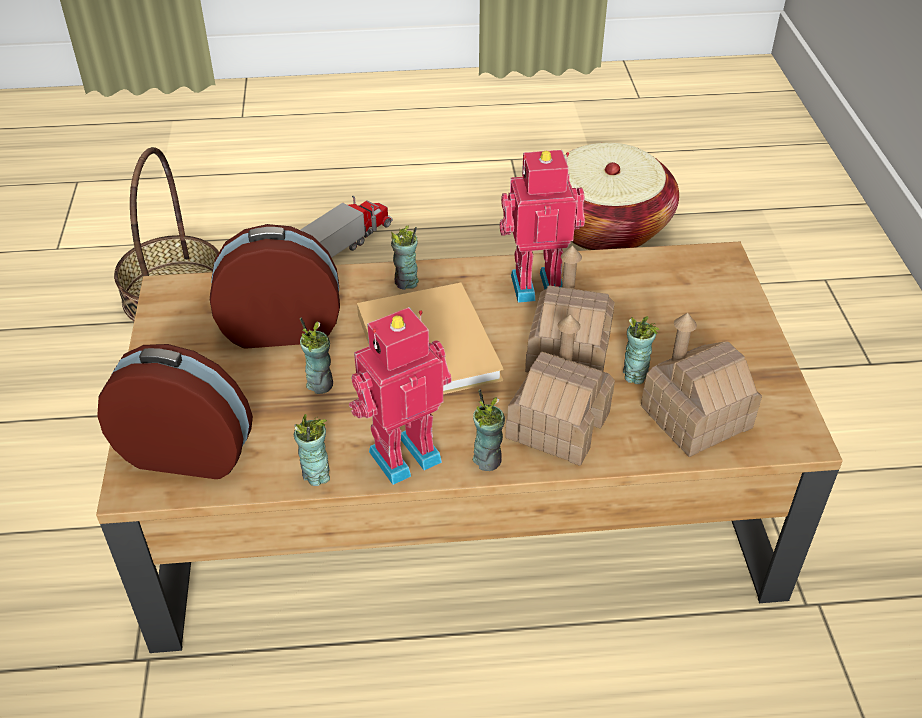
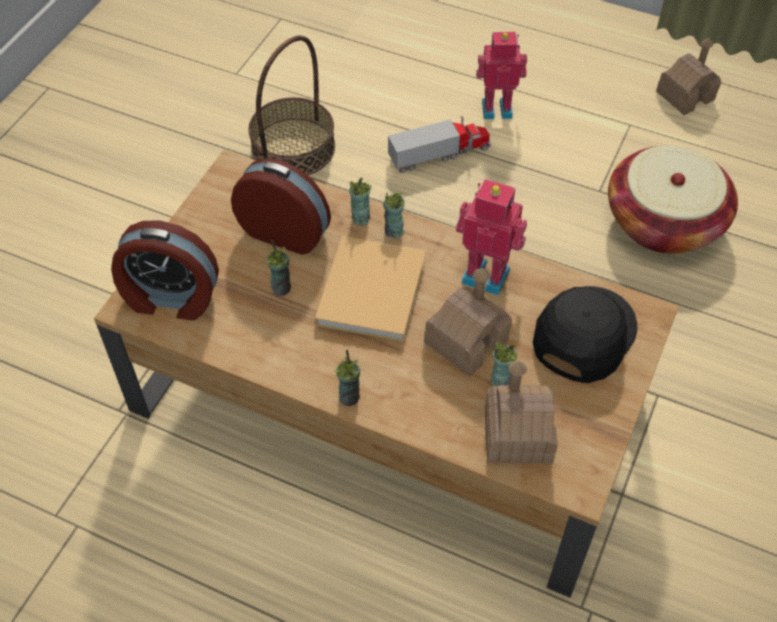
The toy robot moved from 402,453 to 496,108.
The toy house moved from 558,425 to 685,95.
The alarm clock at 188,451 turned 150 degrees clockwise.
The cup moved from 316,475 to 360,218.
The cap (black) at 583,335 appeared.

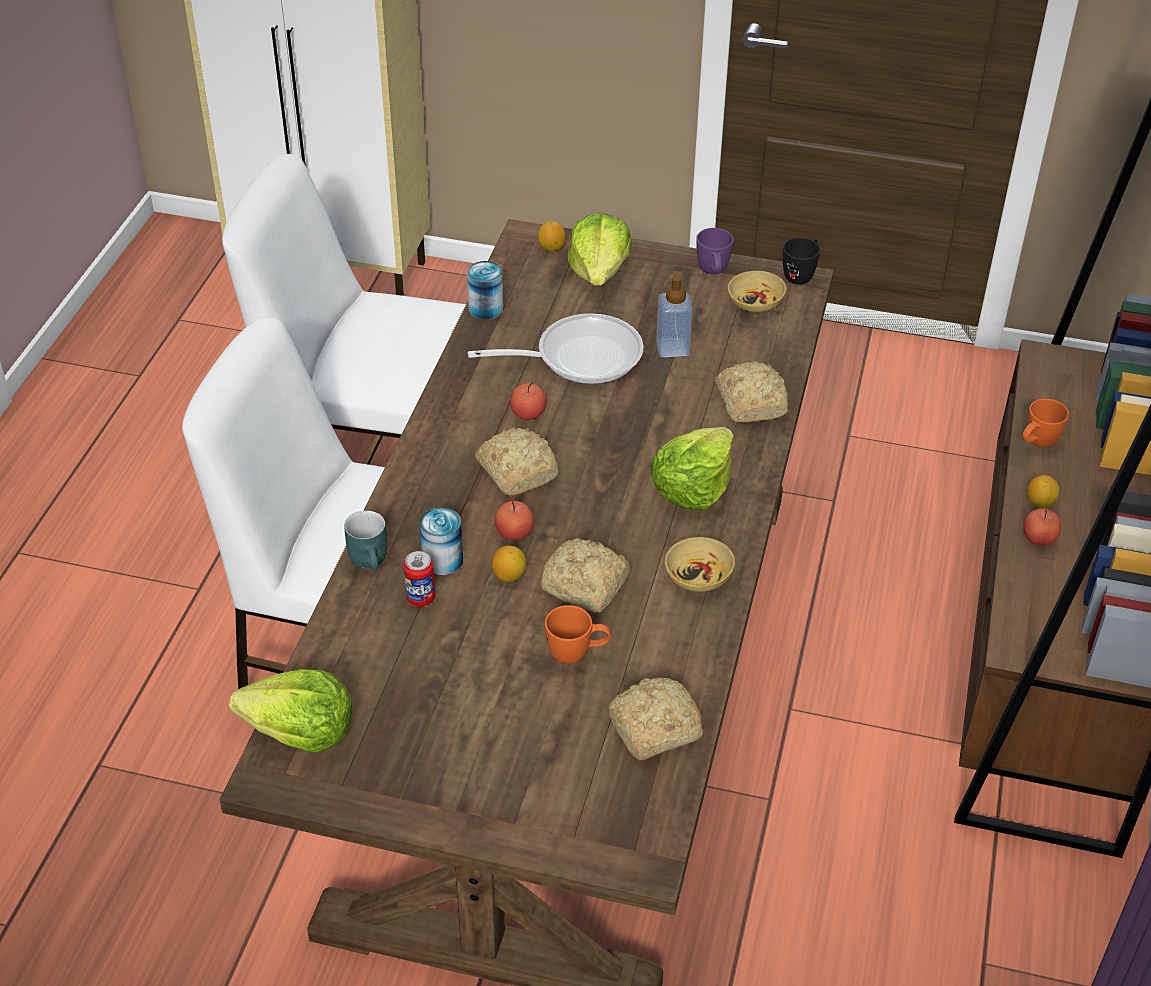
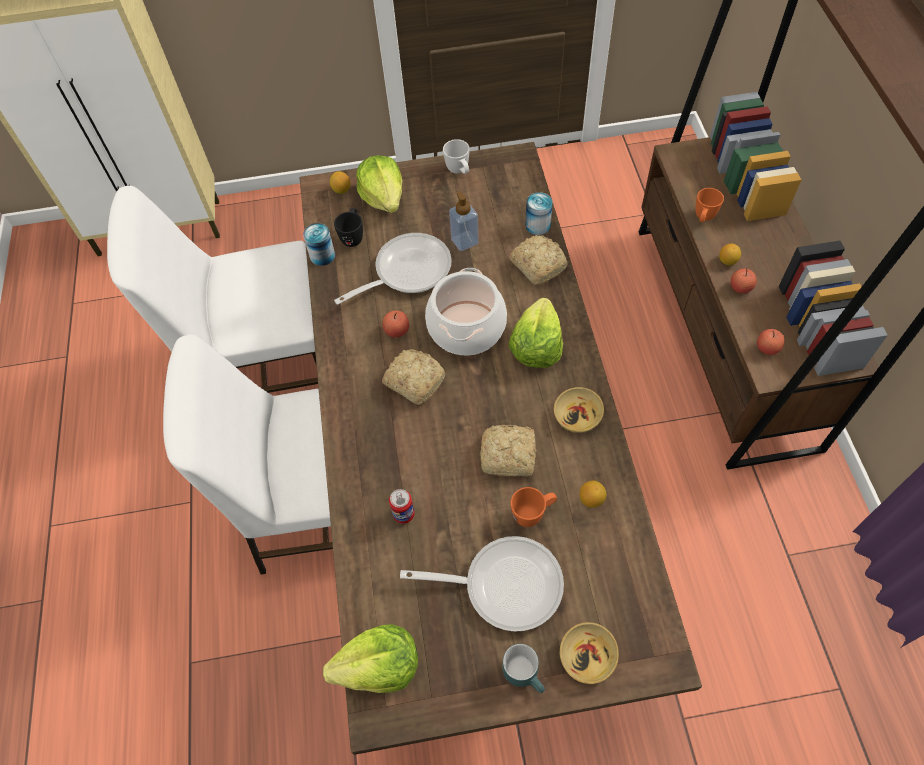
The mug (purple) at 713,273 became the mug (white) at 459,172.
The mug (black) moved from 801,275 to 353,237.
The bowl (beige) moved from 756,302 to 588,656.
The apple moved from 514,533 to 767,348.
The can moved from 442,560 to 538,225.
The mug (turquoise) moved from 372,560 to 525,673.
The lemon moved from 509,575 to 591,499.
The bread at 651,729 disappeared.
The cooking pot at 466,327 appeared.
The frying pan at 504,584 appeared.

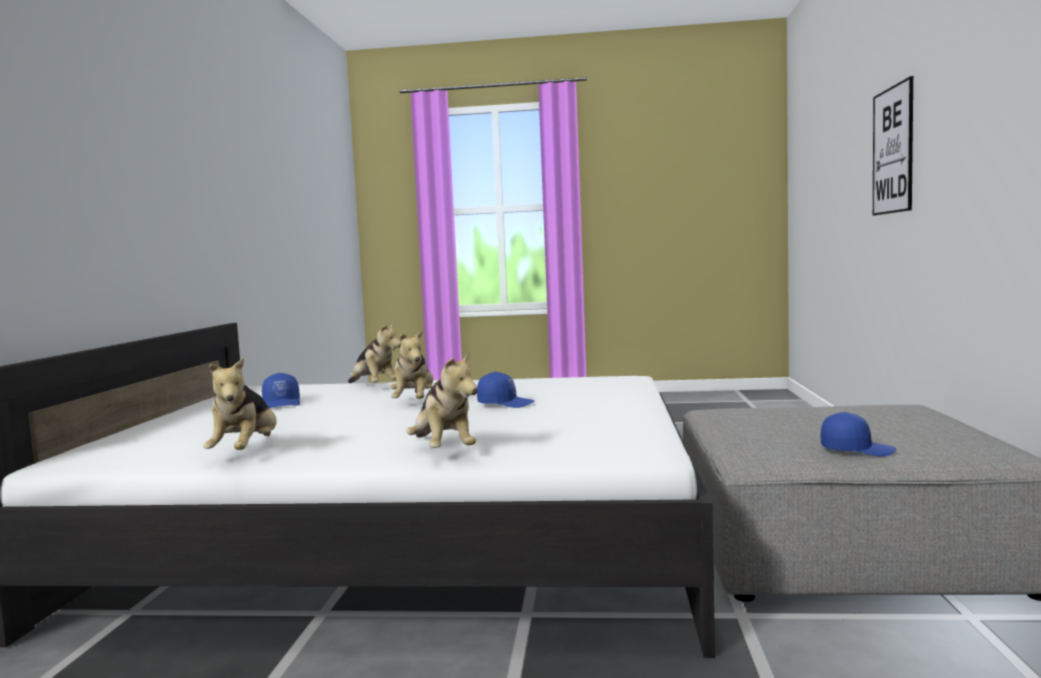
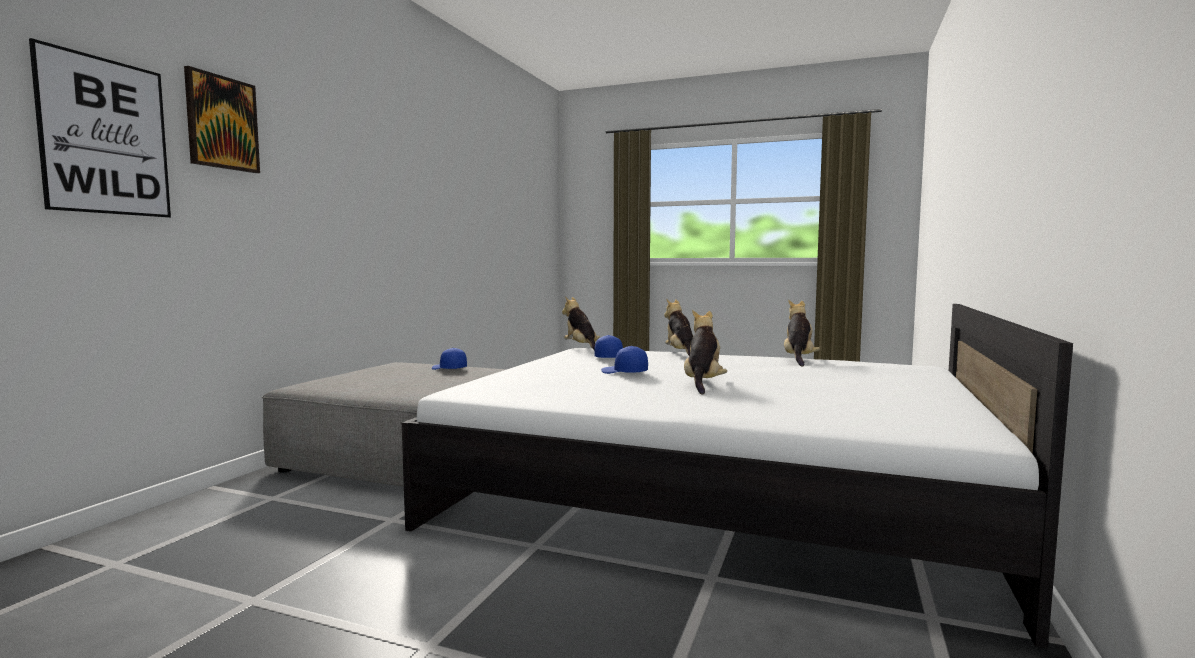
The plush toy moved from 374,386 to 582,348.
The cap (blue) moved from 282,403 to 607,358.
The picture at 222,123 appeared.

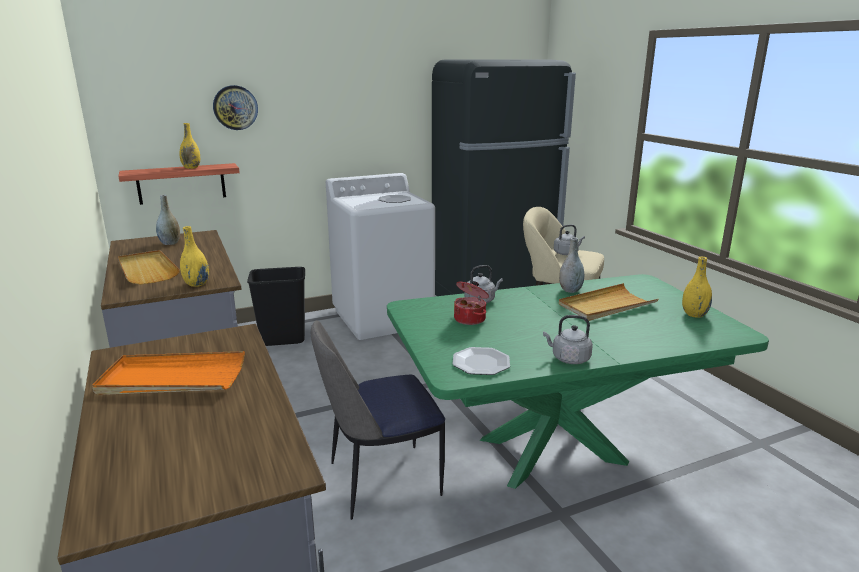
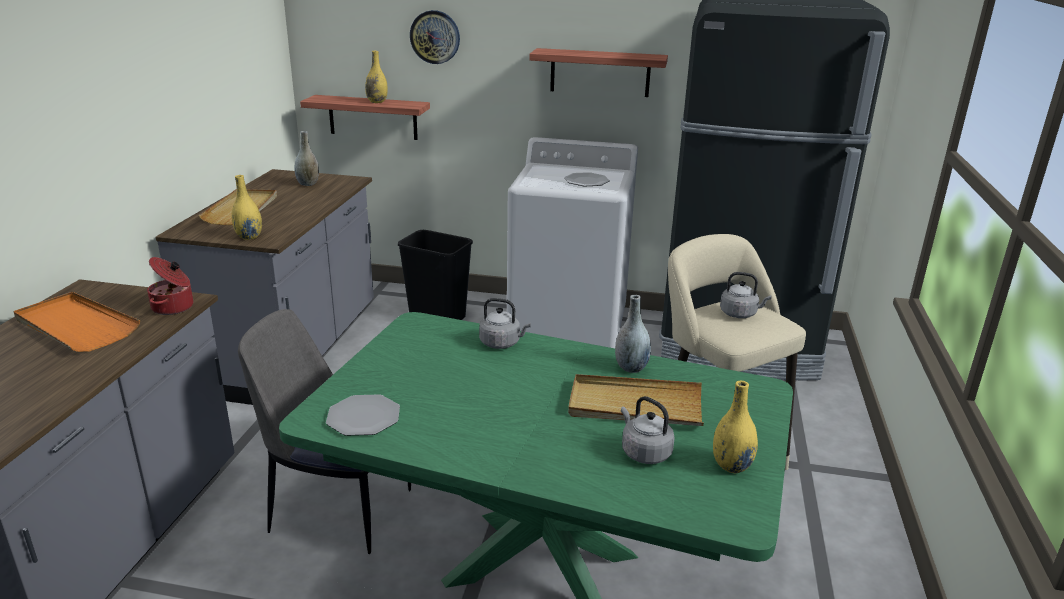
The cooking pot moved from 470,319 to 174,307.
The kettle (grey) moved from 568,358 to 644,452.
The shelf at 600,72 appeared.

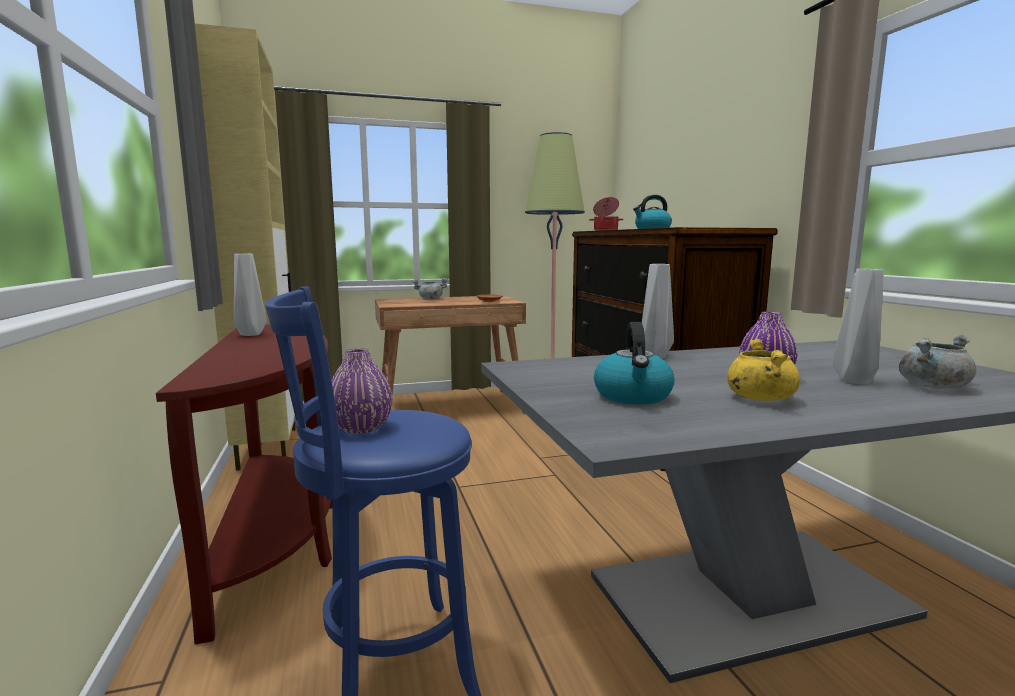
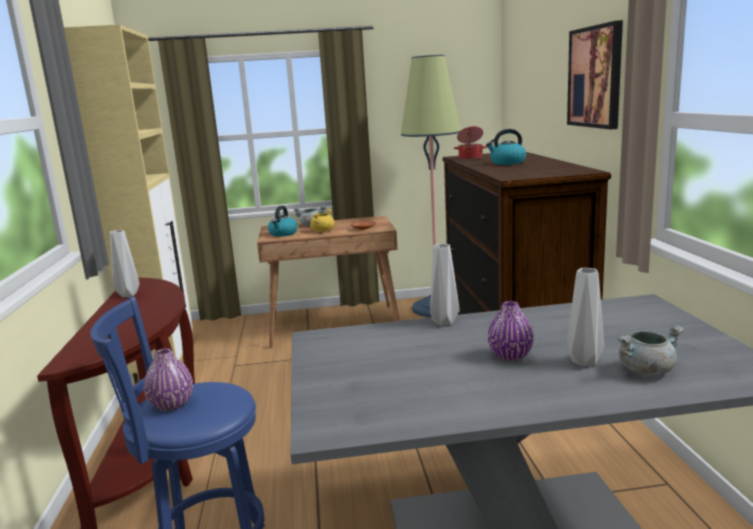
The kettle moved from 633,396 to 283,234.
The cooking pot (yellow) moved from 759,398 to 322,231.
The picture at 595,77 appeared.

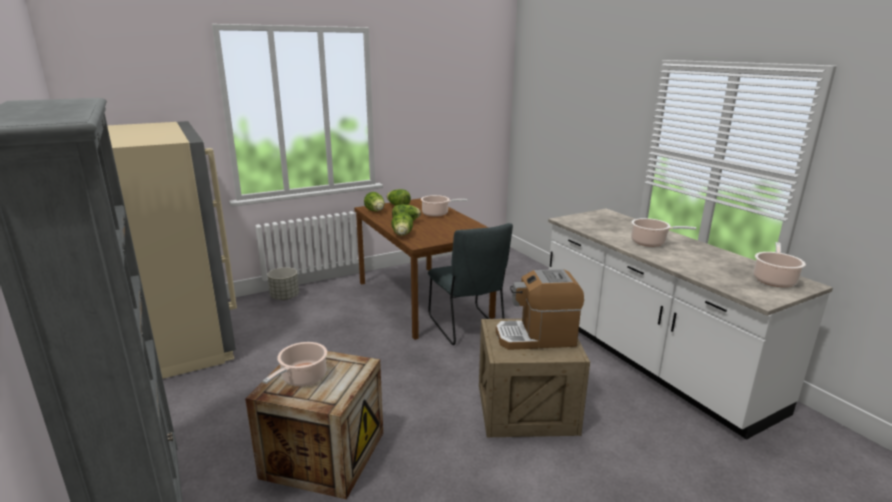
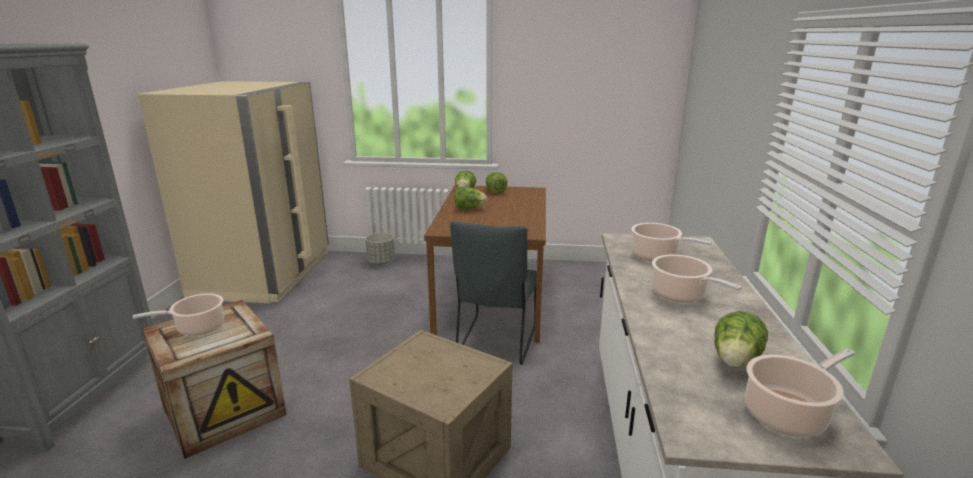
The cooking pot moved from 437,214 to 656,256.
The lettuce moved from 402,235 to 735,361.
The coffee machine at 536,337 disappeared.

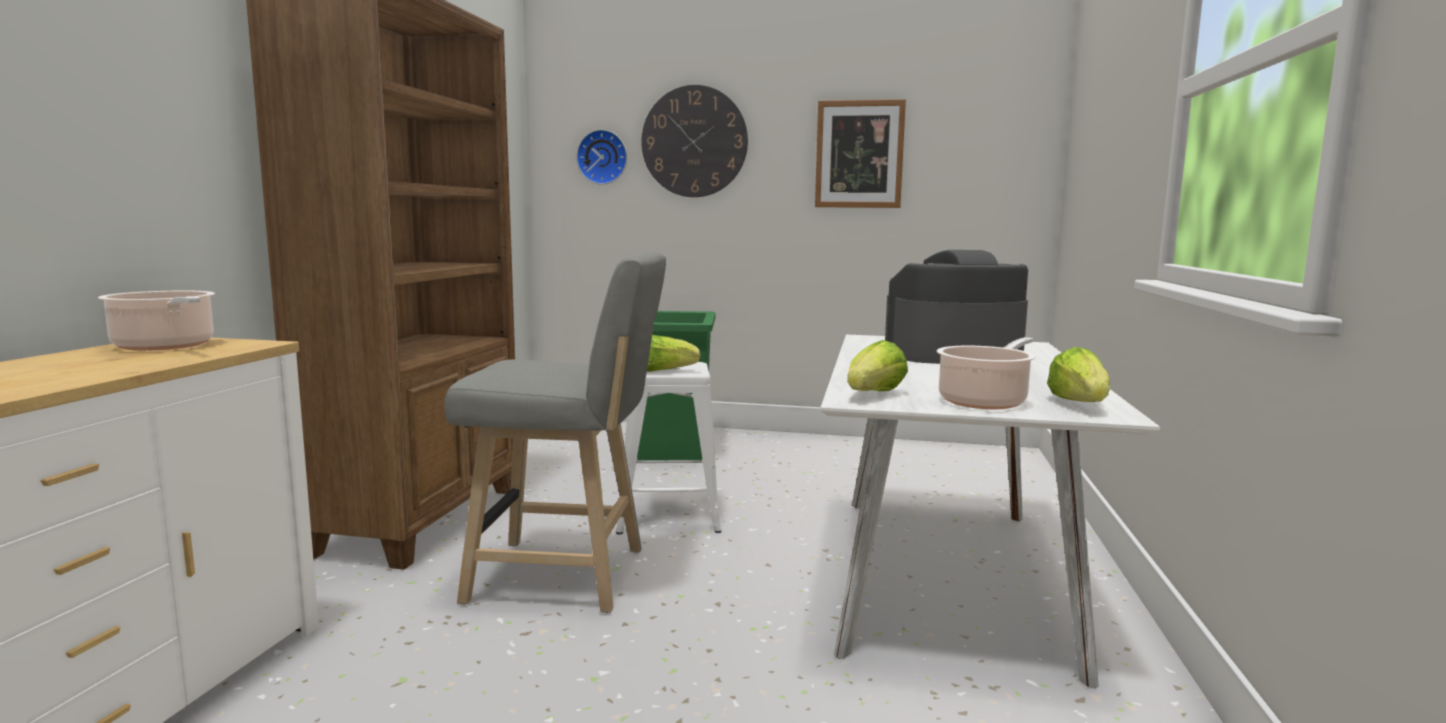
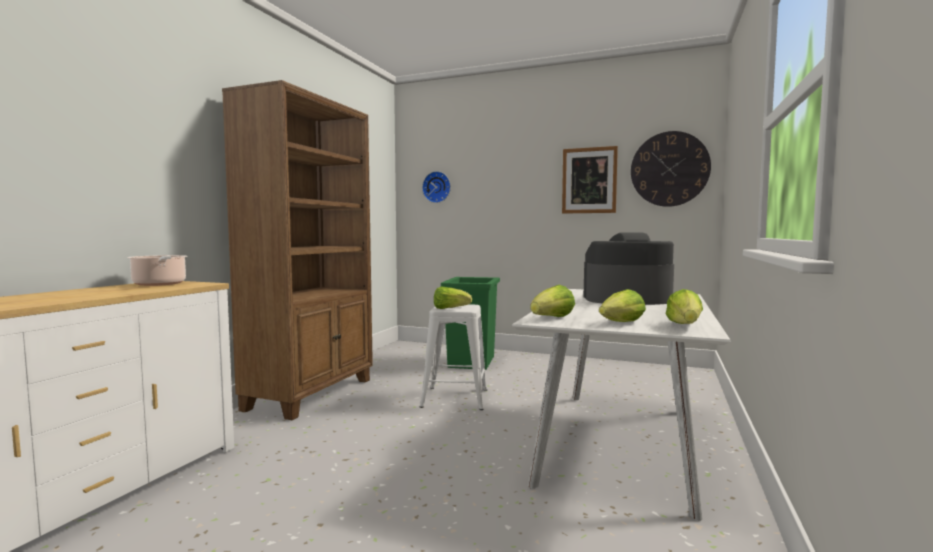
The wall clock moved from 694,142 to 669,169.
The stool (grey) at 568,576 disappeared.
The cooking pot at 985,401 was replaced by the lettuce at 621,323.

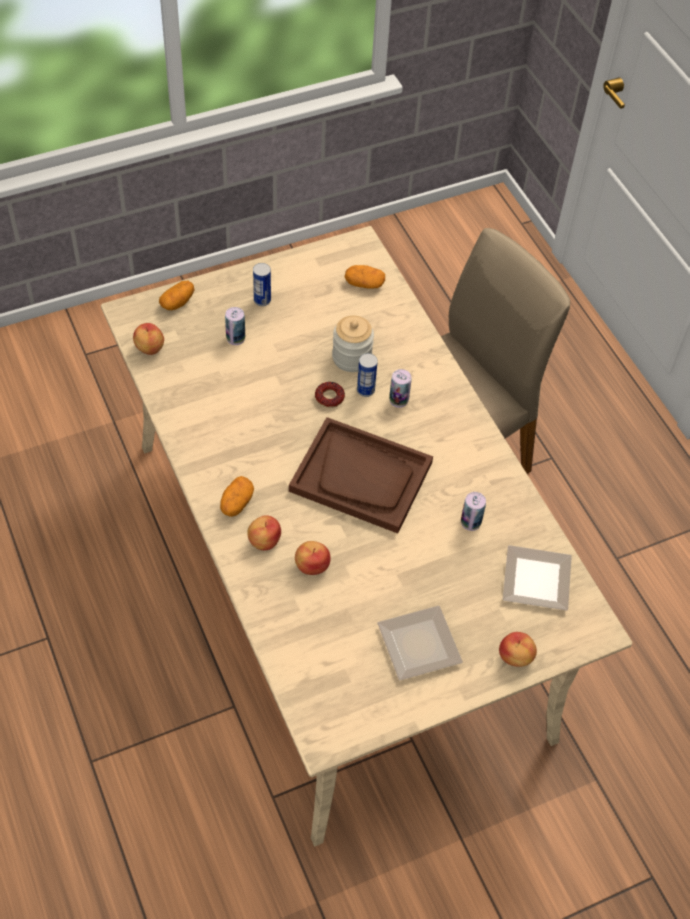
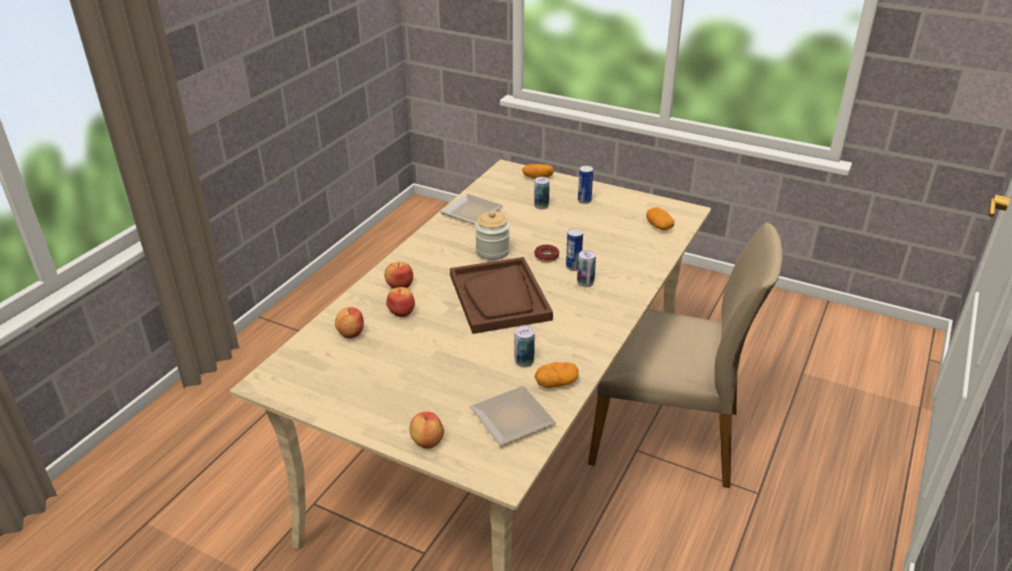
The jar moved from 352,357 to 492,251.
The apple moved from 149,348 to 350,333.
The potato moved from 236,503 to 556,383.
The plate moved from 422,646 to 472,213.

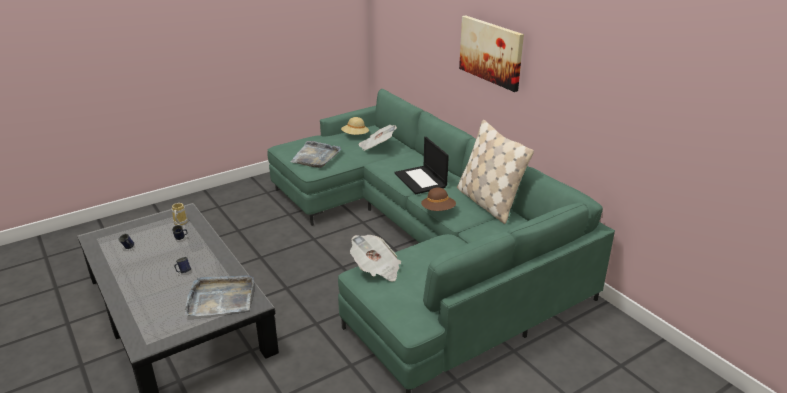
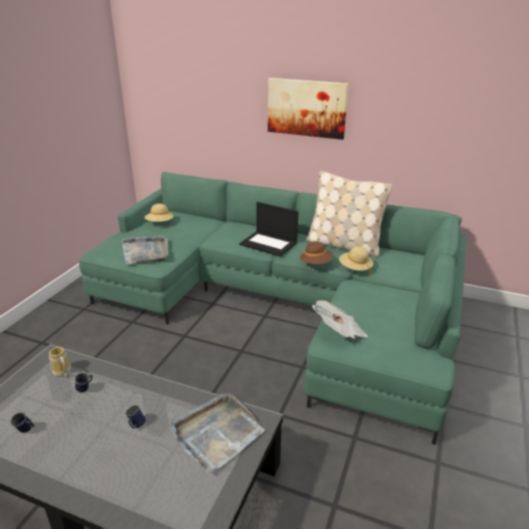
The newspaper at 376,146 disappeared.
The hat (beige) at 355,268 appeared.

